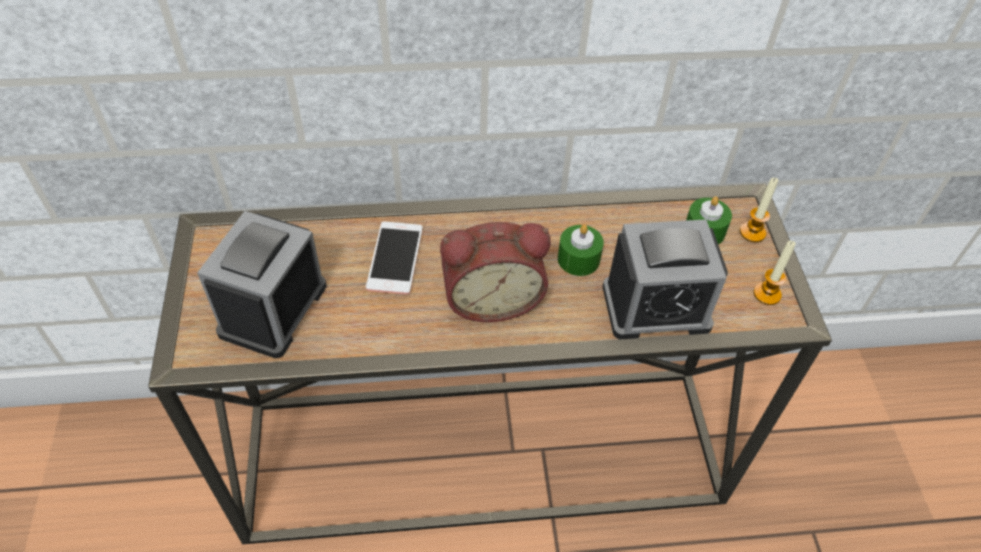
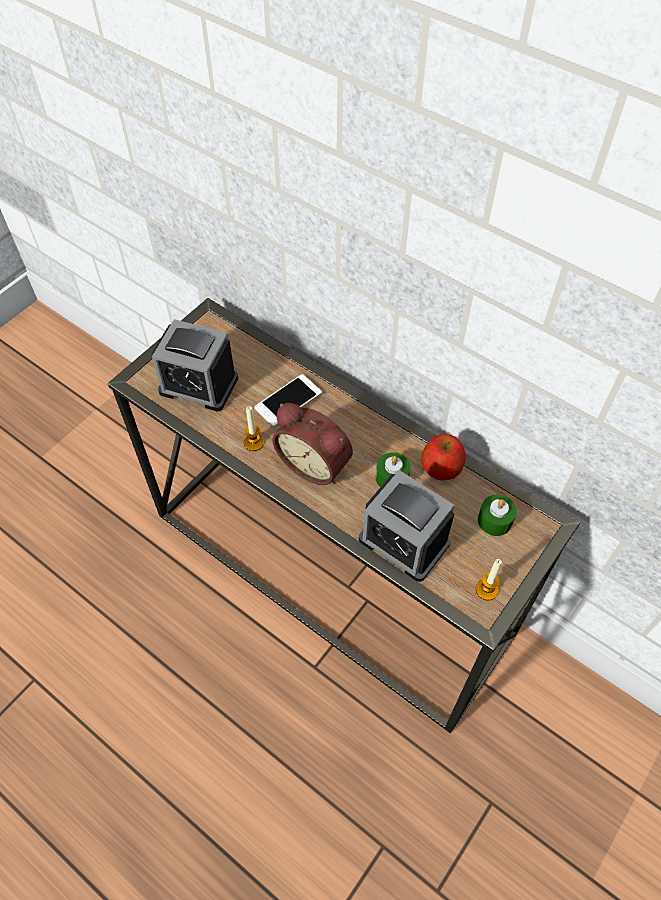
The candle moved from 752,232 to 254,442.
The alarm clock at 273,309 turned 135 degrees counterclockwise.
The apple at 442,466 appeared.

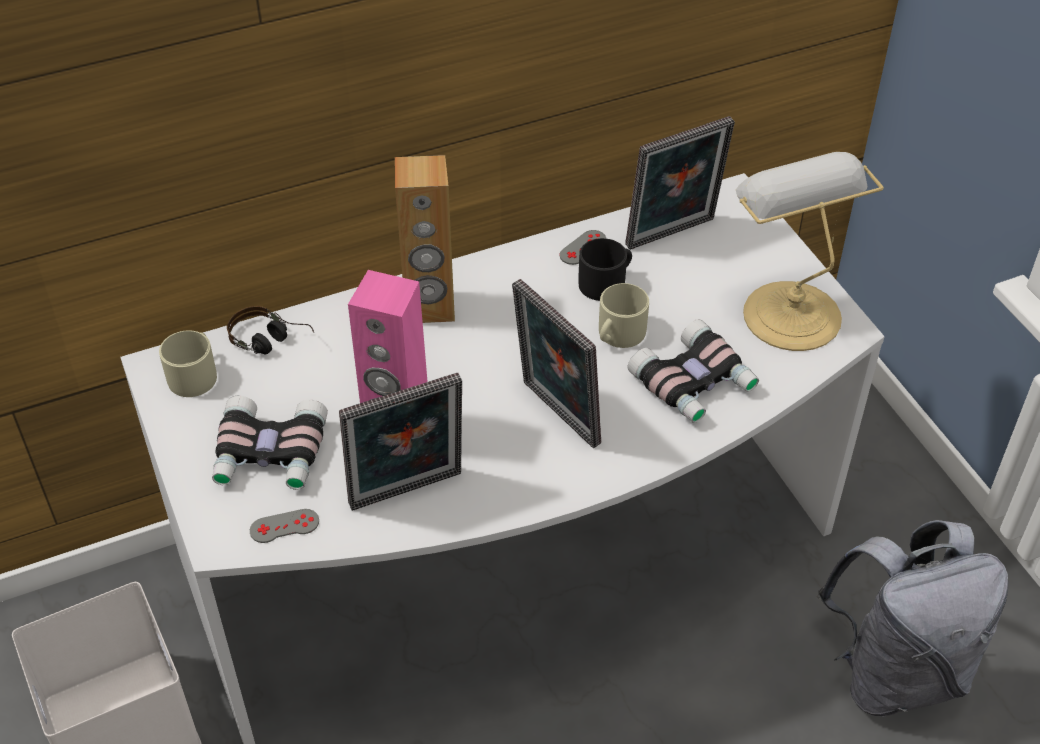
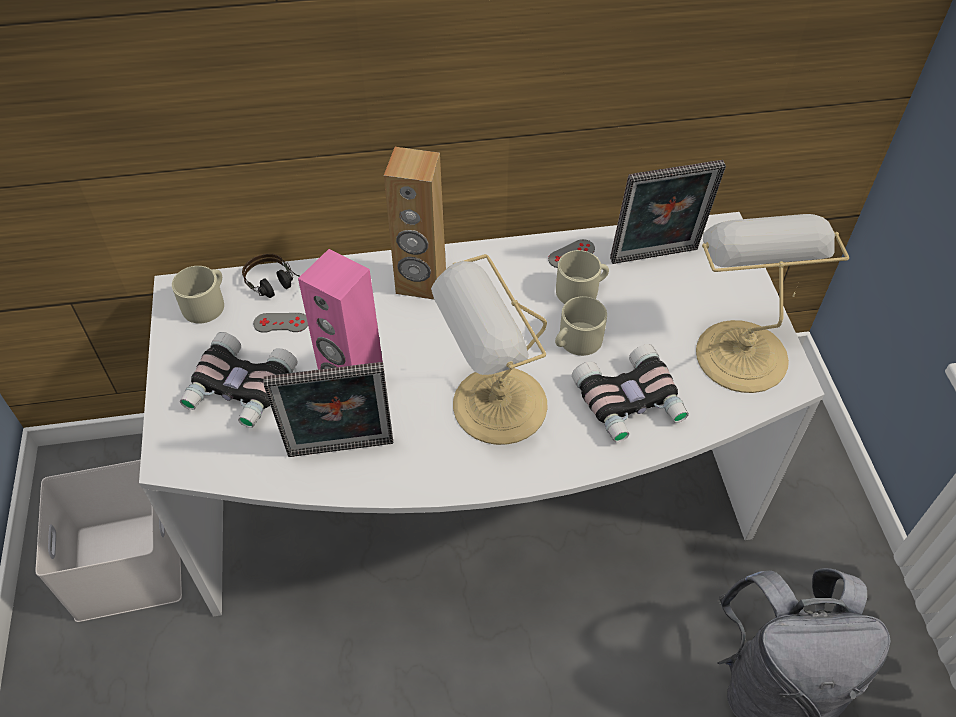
The mug (black) at 606,282 became the mug (beige) at 581,290.
The picture frame at 555,416 was replaced by the table lamp at 495,407.
The game controller (grey) moved from 284,526 to 281,323.

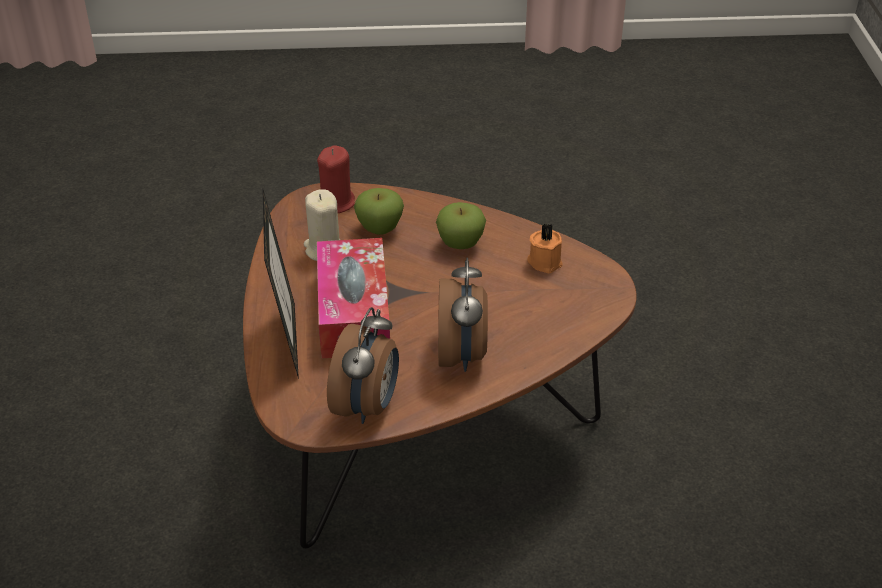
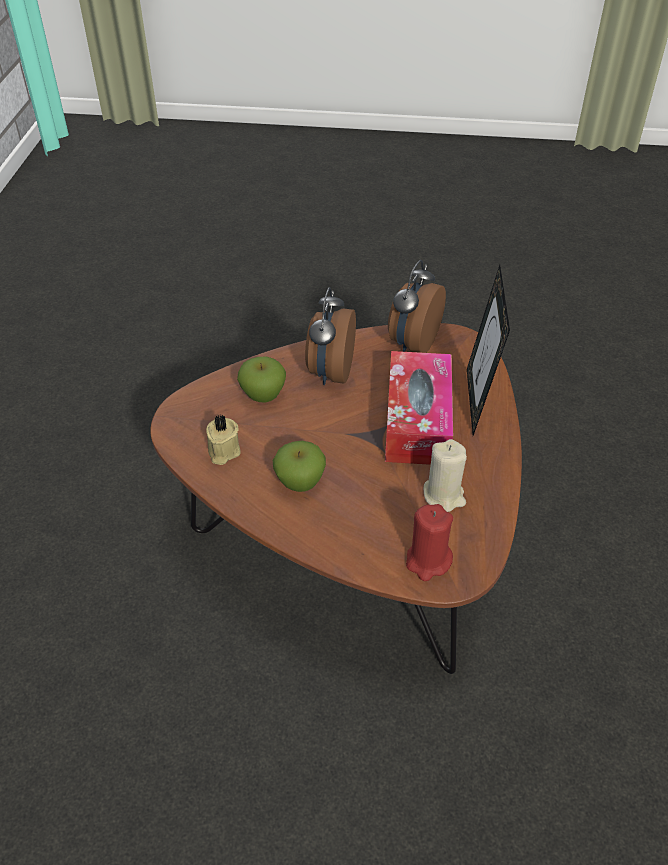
The apple moved from 379,229 to 263,396.
The candle (orange) at 545,261 became the candle (beige) at 223,451.

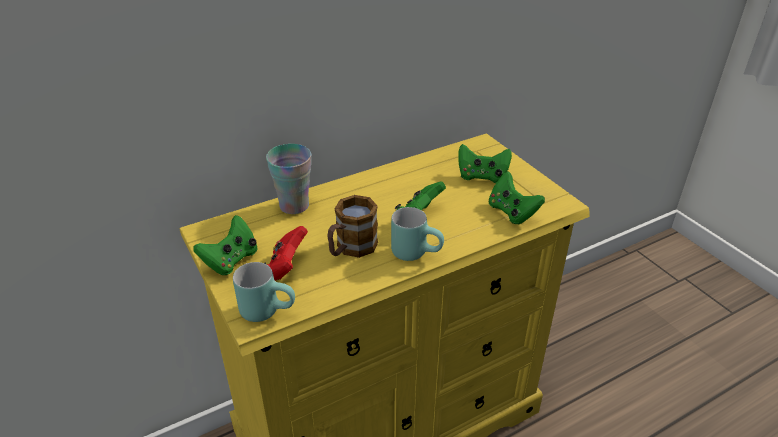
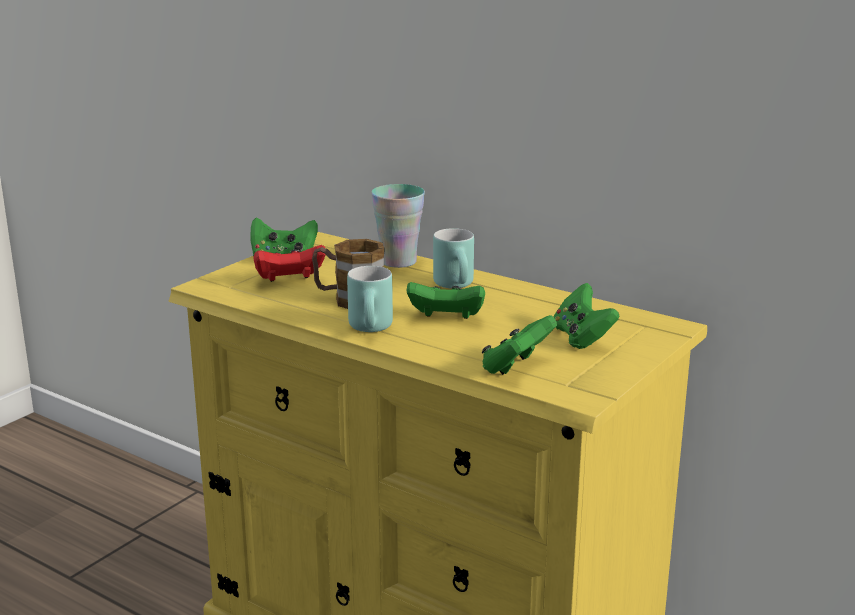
The mug (turquoise) moved from 268,310 to 458,286.

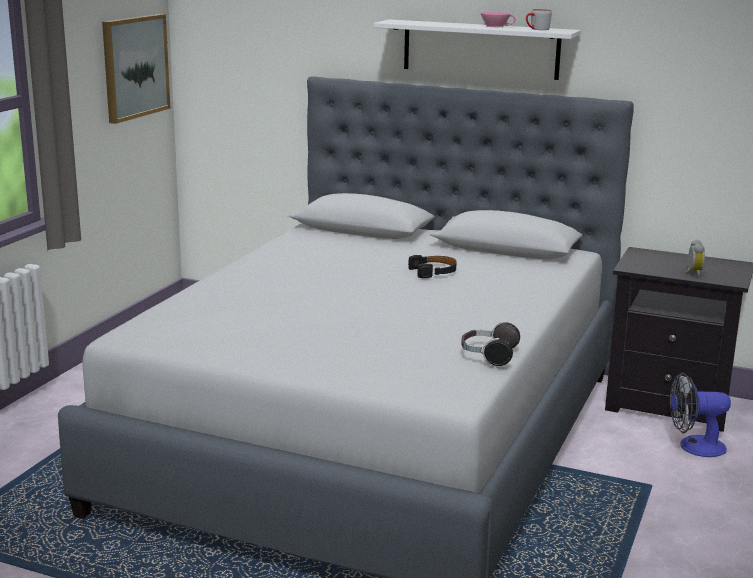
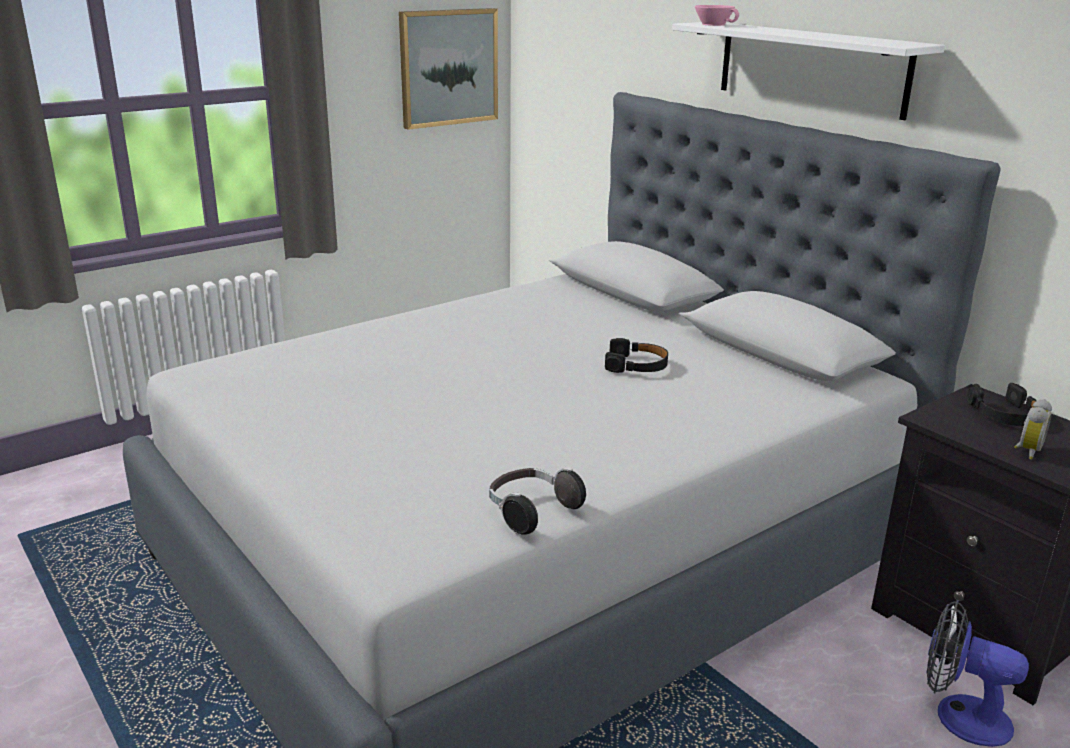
The mug (grey) at 536,29 disappeared.
The cup (pink) moved from 496,26 to 715,24.
The headphones (black) at 1005,414 appeared.

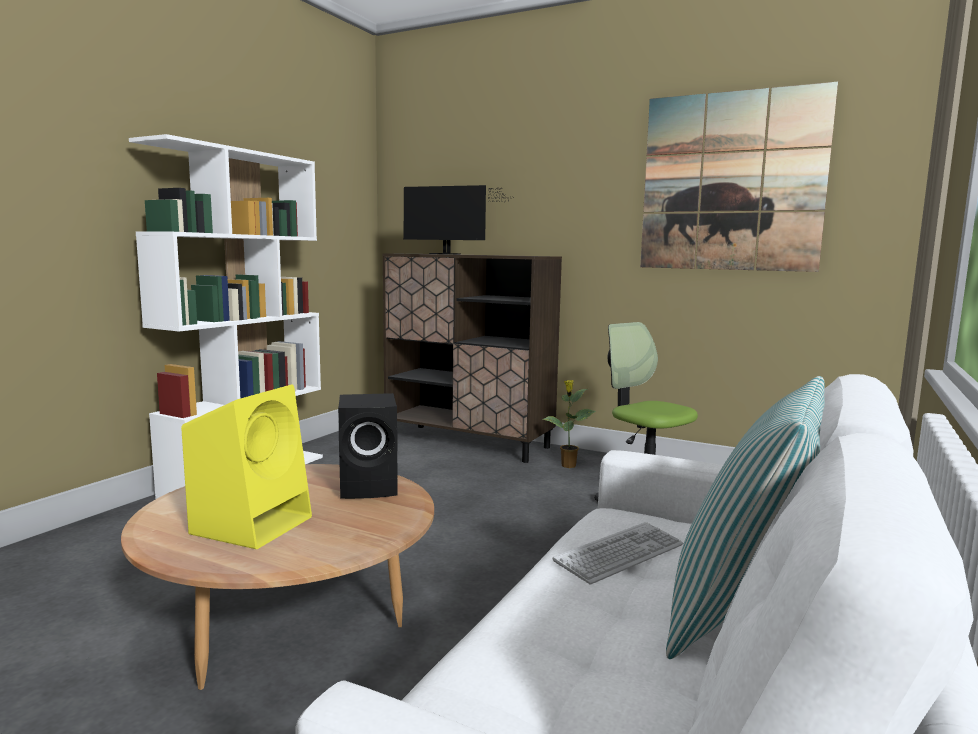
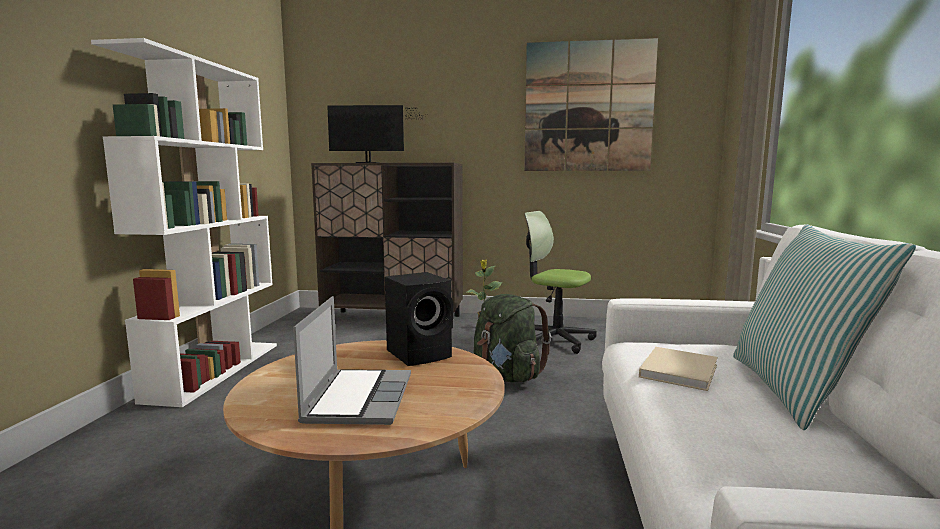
The speaker (yellow) at 253,524 was replaced by the laptop at 358,398.
The keyboard at 620,554 was replaced by the book (beige) at 679,370.
The backpack (green) at 507,376 appeared.

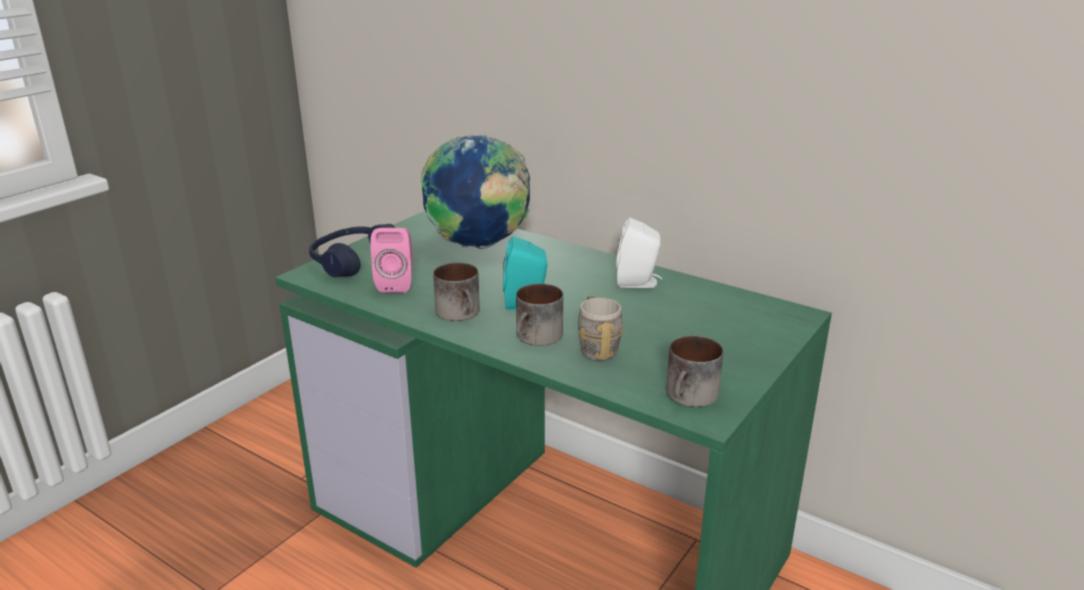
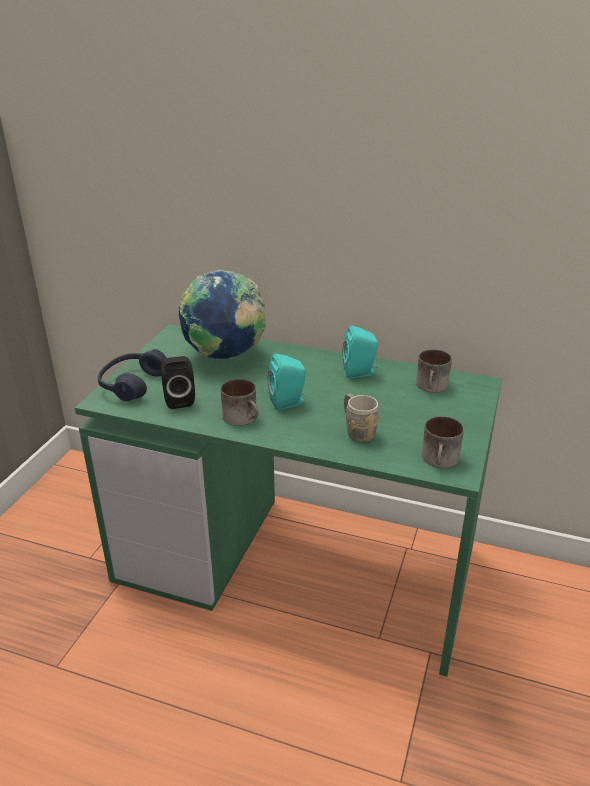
The speaker (white) at 638,283 became the speaker (turquoise) at 360,373.
The speaker (pink) at 396,284 became the speaker (black) at 178,399.
The mug moved from 537,338 to 432,387.

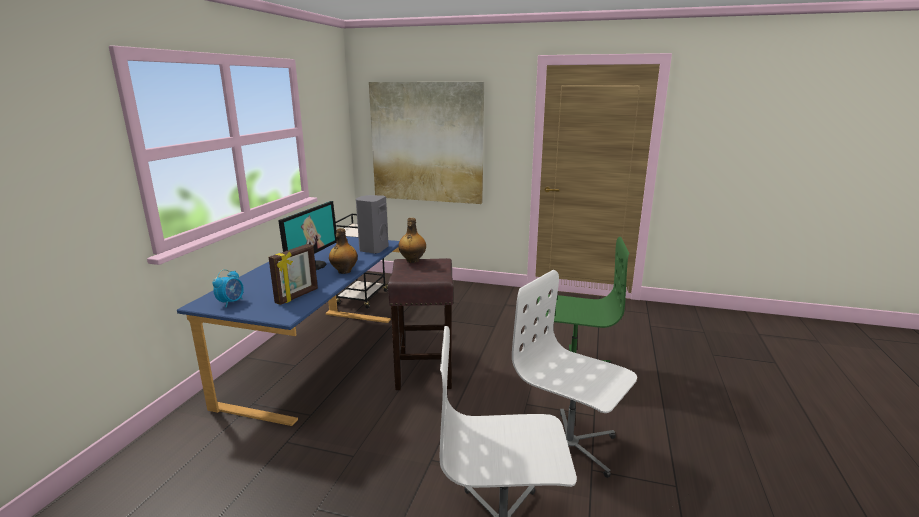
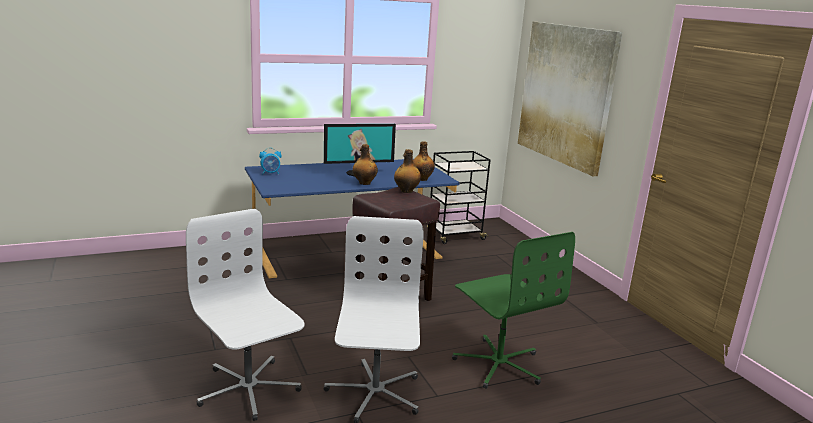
The speaker (grey) at 373,249 was replaced by the bottle at 421,179.
The picture frame at 297,296 disappeared.

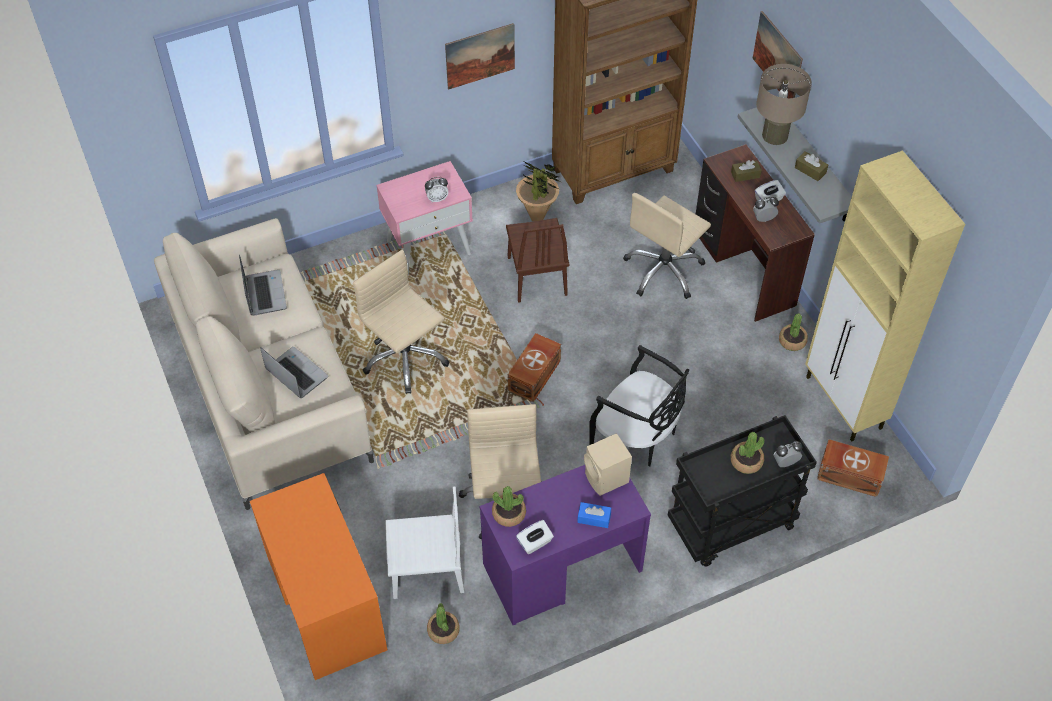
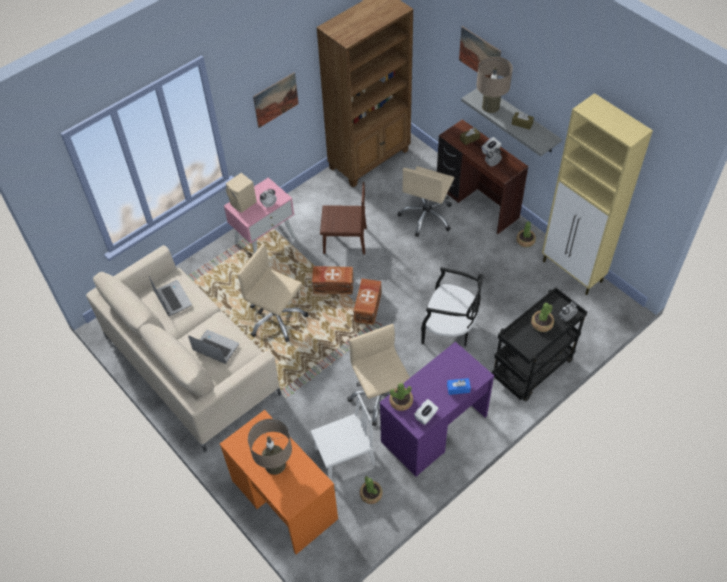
The potted plant at 537,217 disappeared.
The chair (brown) at 537,275 turned 60 degrees counterclockwise.
The speaker (beige) moved from 607,479 to 243,203.
The storage box (brown) moved from 849,474 to 332,285.
The table lamp (beige) at 275,464 appeared.

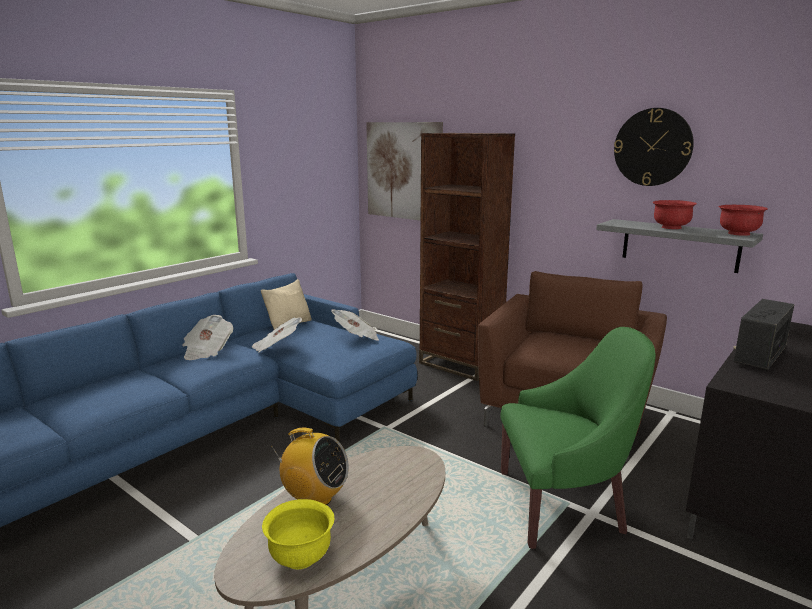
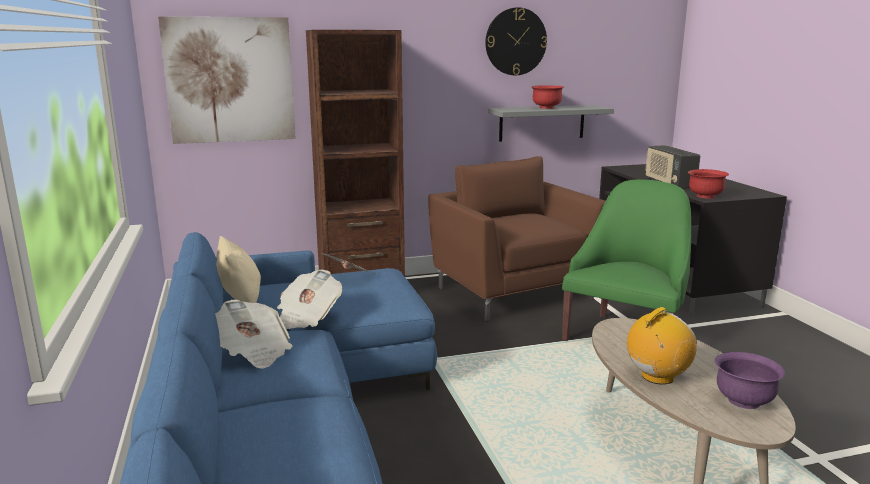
The bowl (red) moved from 738,233 to 705,196.
The bowl (yellow) at 301,557 became the bowl (purple) at 743,401.

